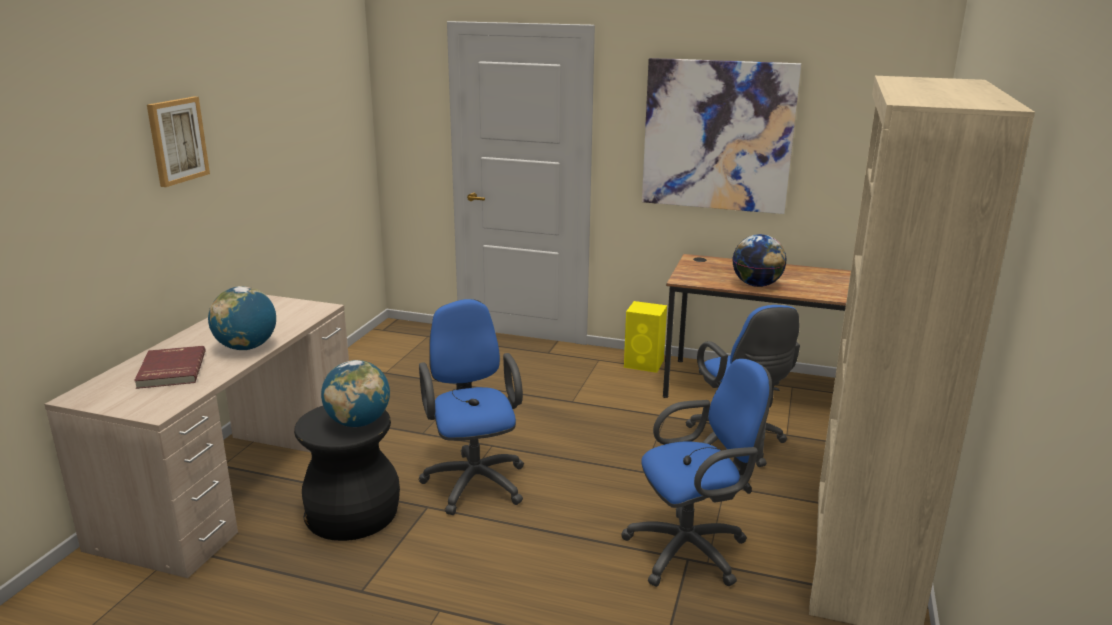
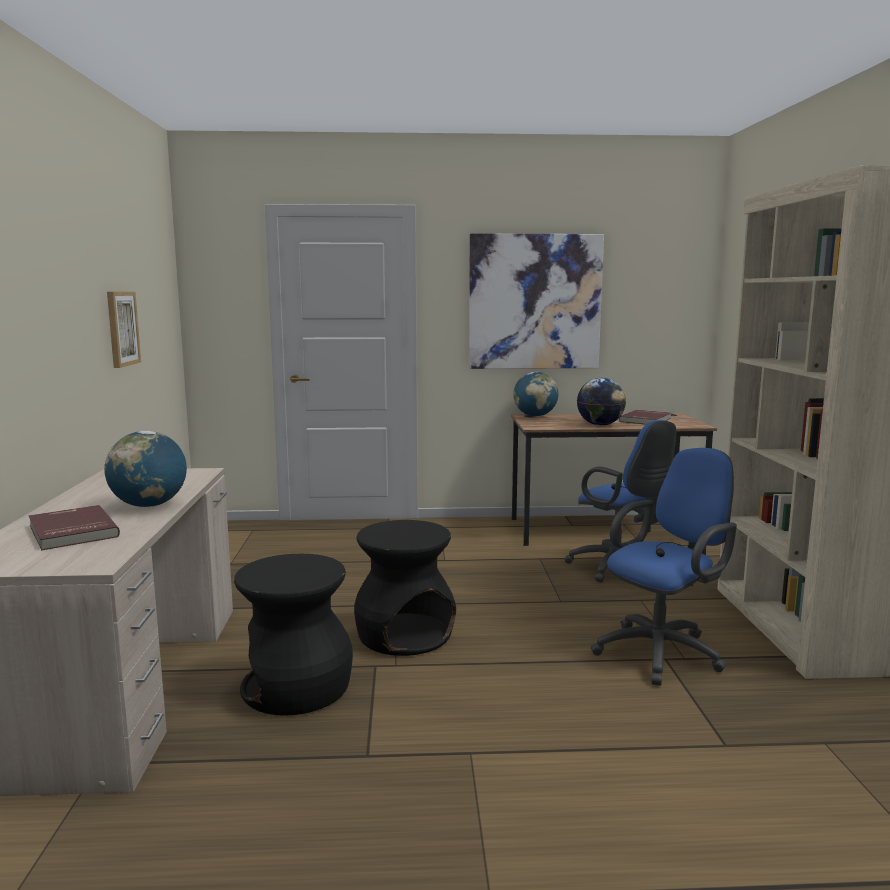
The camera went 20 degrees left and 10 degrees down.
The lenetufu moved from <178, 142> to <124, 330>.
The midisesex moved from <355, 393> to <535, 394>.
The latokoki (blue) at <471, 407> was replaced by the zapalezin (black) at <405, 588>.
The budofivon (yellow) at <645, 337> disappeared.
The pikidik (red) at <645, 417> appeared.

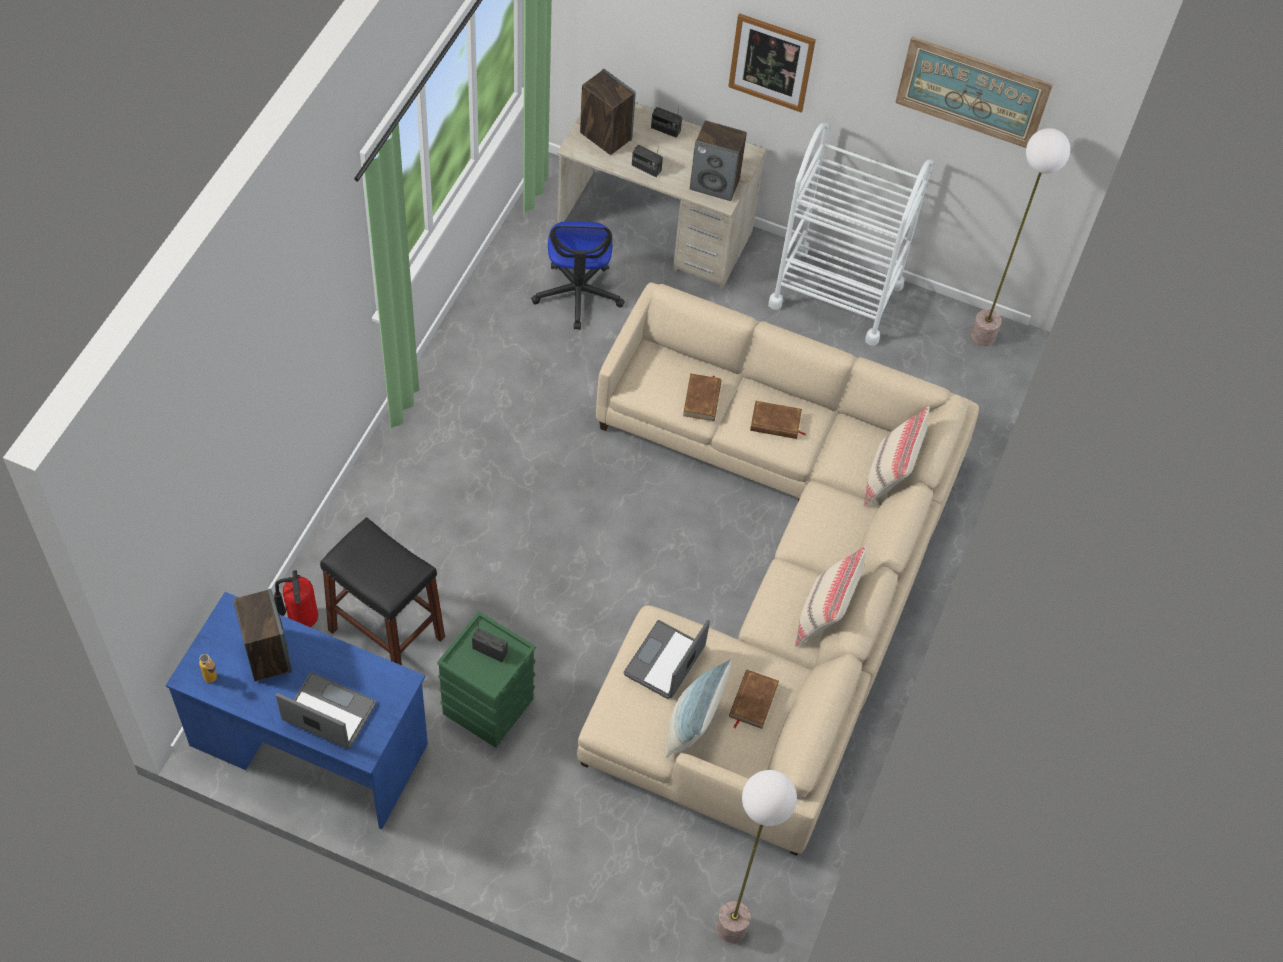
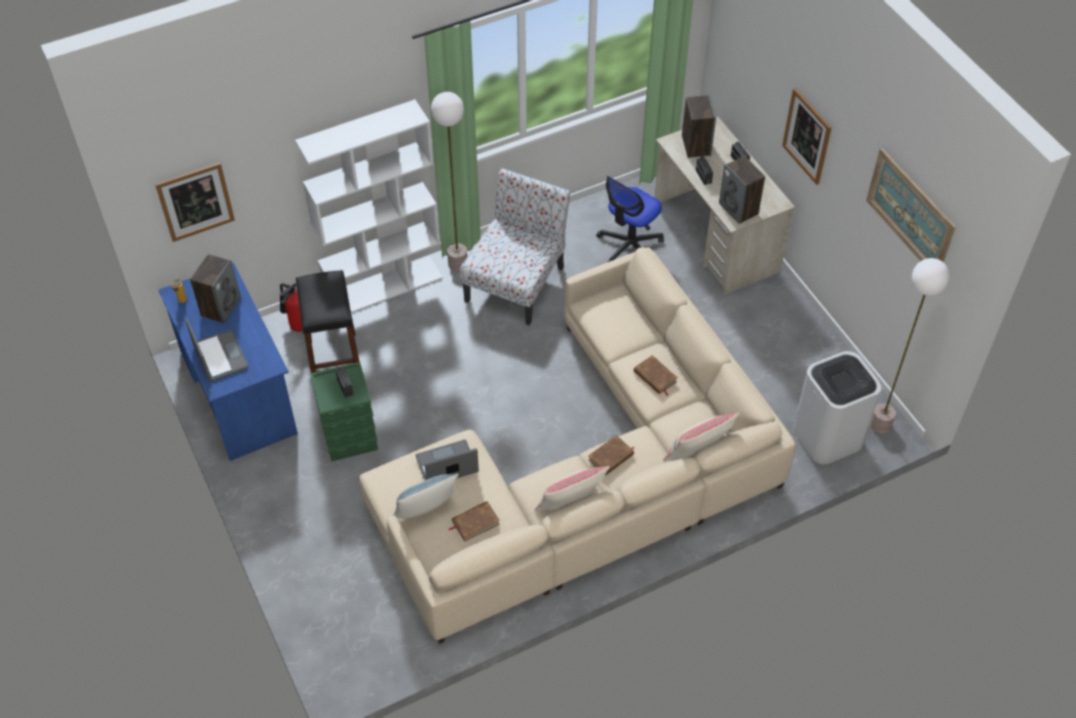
The camera went 45 degrees right and 5 degrees down.
The pikidik (brown) moved from <702, 397> to <611, 455>.
The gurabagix moved from <756, 856> to <449, 182>.
The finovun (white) at <851, 234> disappeared.
The lenetufu at <195, 202> appeared.
The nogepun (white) at <369, 206> appeared.
The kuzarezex at <515, 246> appeared.
The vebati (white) at <837, 407> appeared.

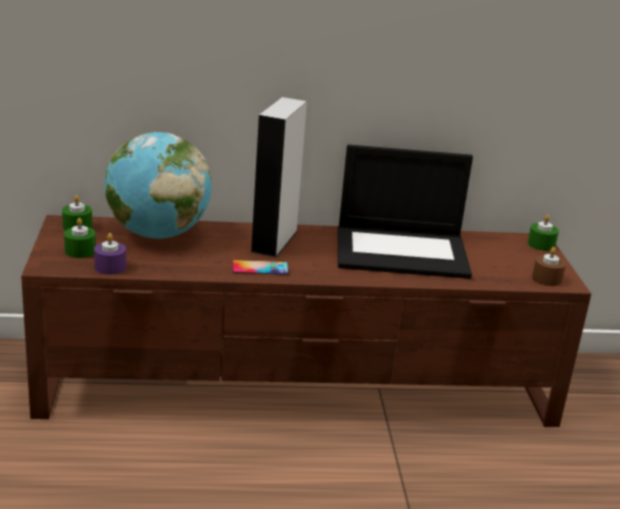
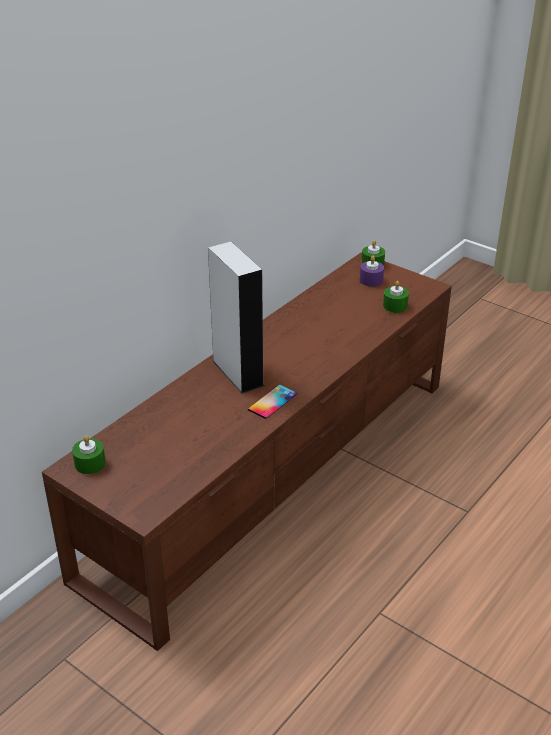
The camera went 45 degrees left and 10 degrees up.
The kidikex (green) moved from <80, 238> to <396, 297>.
The kidikex (purple) moved from <110, 253> to <372, 271>.
The midisesex at <158, 185> disappeared.
The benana at <405, 211> disappeared.
The kidikex (brown) at <549, 266> disappeared.

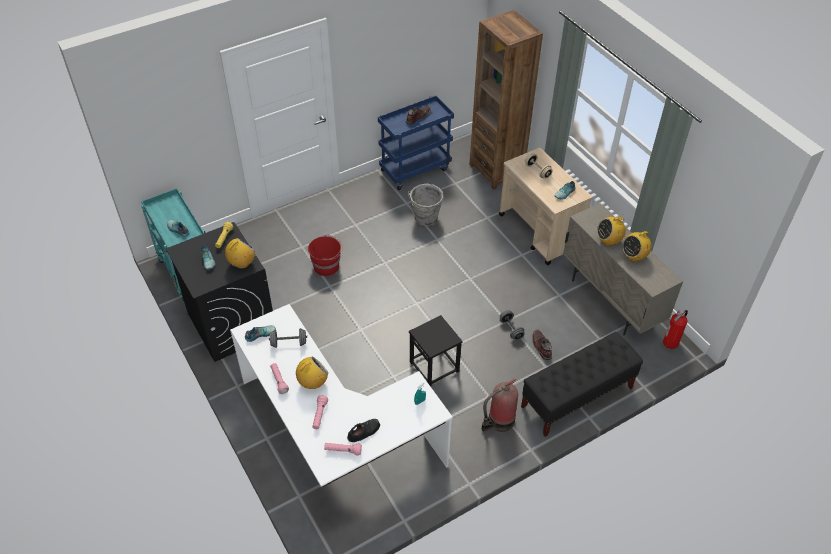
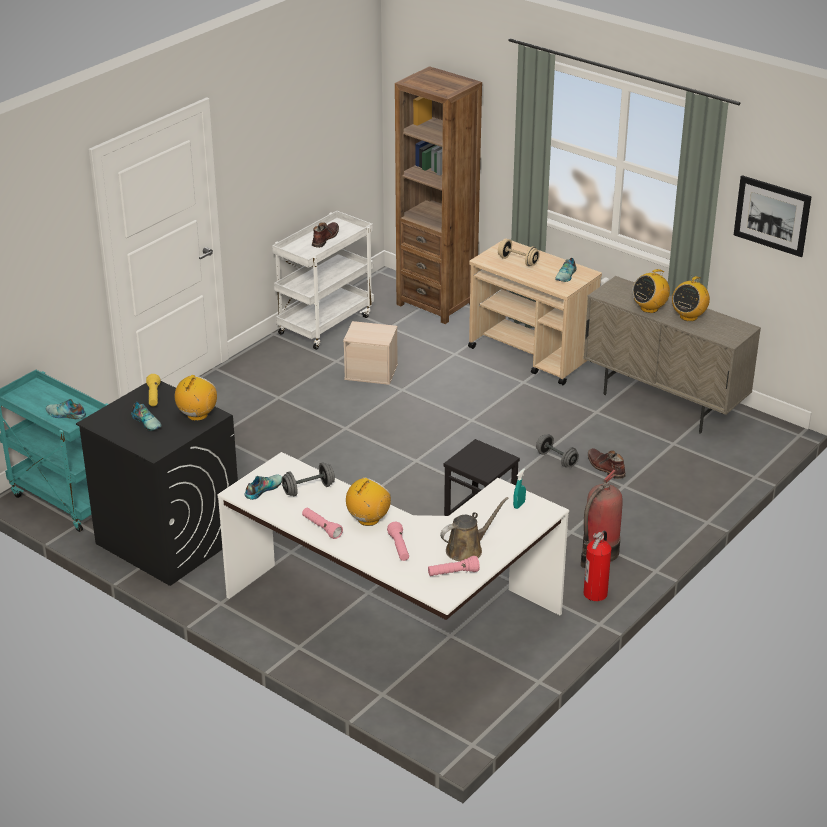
The camera went 20 degrees left and 15 degrees down.
The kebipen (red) at <325, 255> disappeared.
The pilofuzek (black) at <363, 430> was replaced by the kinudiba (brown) at <474, 529>.
The finovun (blue) at <416, 143> became the finovun (white) at <323, 280>.
The kebipen (grey) at <425, 205> was replaced by the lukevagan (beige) at <370, 353>.
The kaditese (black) at <582, 384> disappeared.
The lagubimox moved from <675, 329> to <597, 566>.
The lenetufu at <773, 216> appeared.

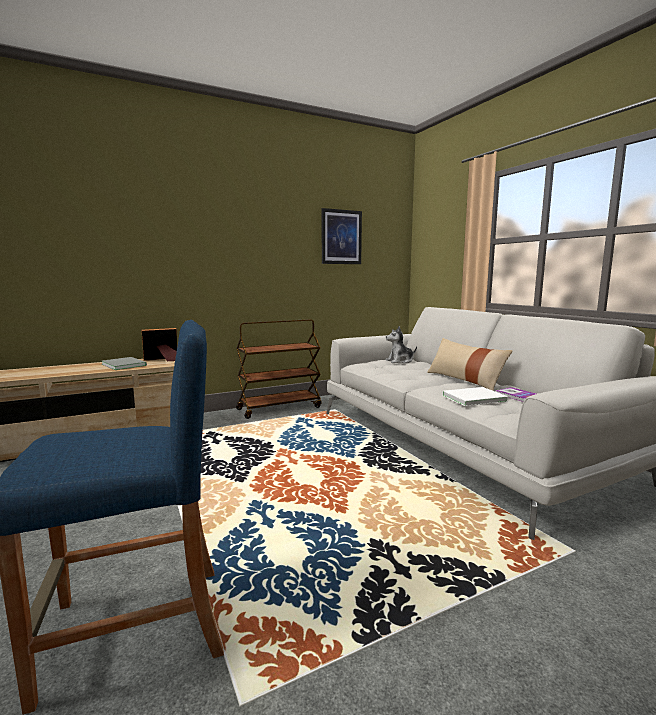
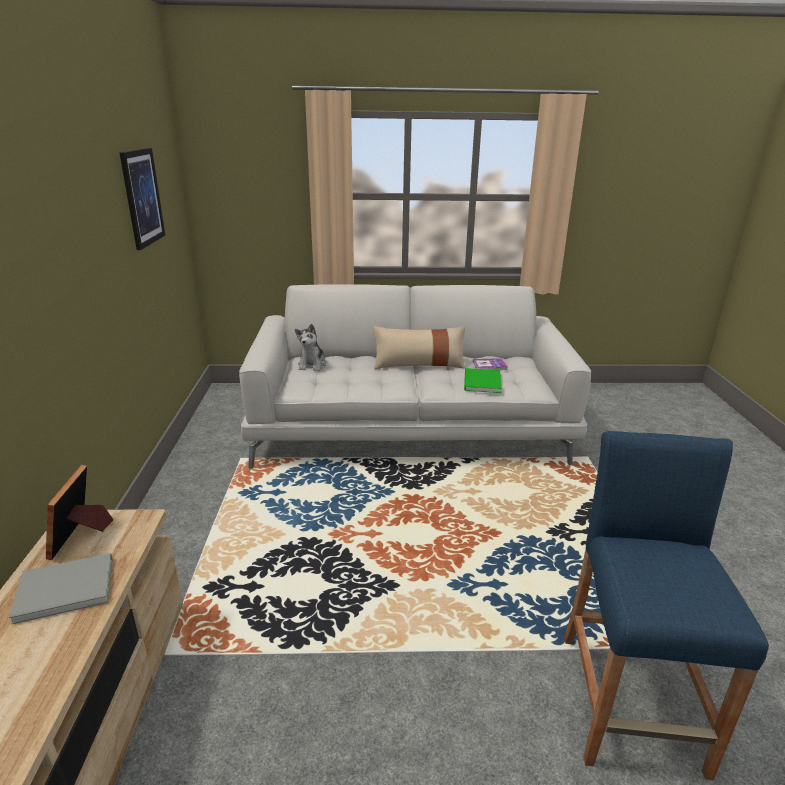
The camera went 65 degrees left and 15 degrees up.
The finovun (brown) at <279, 369> disappeared.
The pikidik (white) at <475, 396> became the pikidik (green) at <483, 380>.

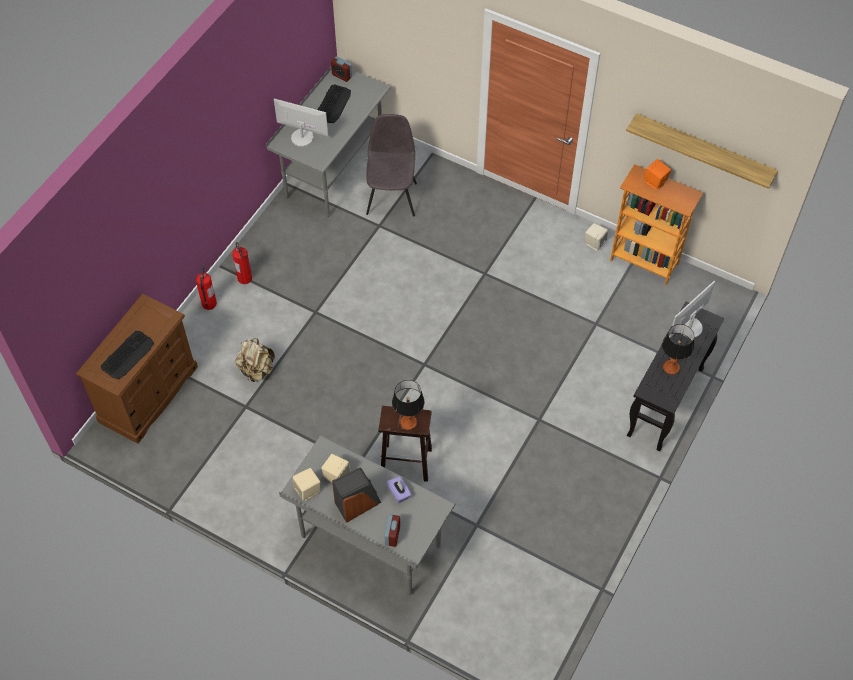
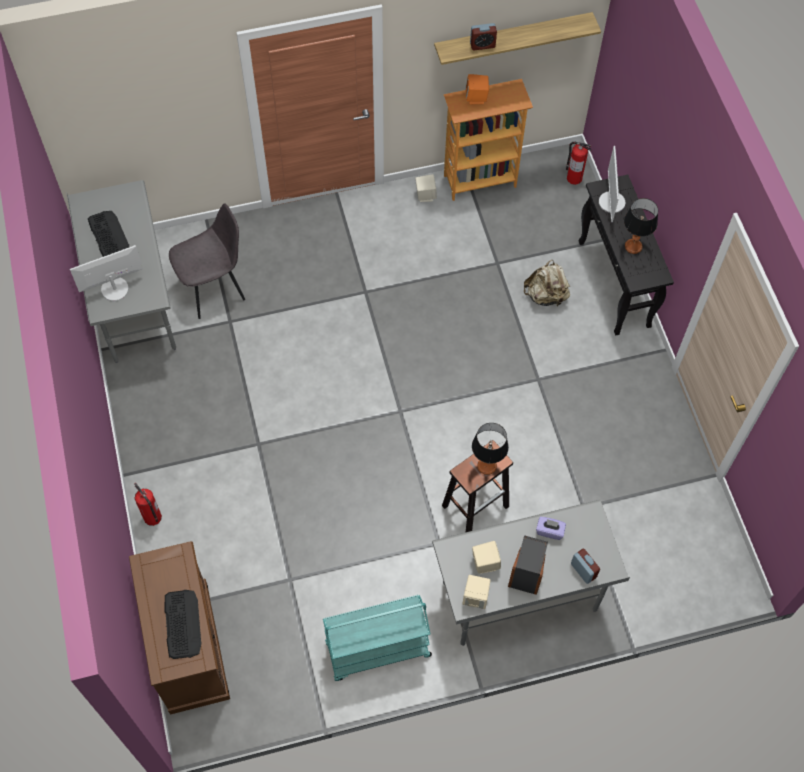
The camera went 45 degrees left and 5 degrees up.
The lagubimox moved from <242, 263> to <578, 163>.
The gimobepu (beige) moved from <255, 360> to <547, 283>.
The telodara moved from <341, 69> to <483, 36>.
The kuzarezex (grey) at <391, 165> turned 105 degrees clockwise.
The finovun (turquoise) at <377, 638> appeared.

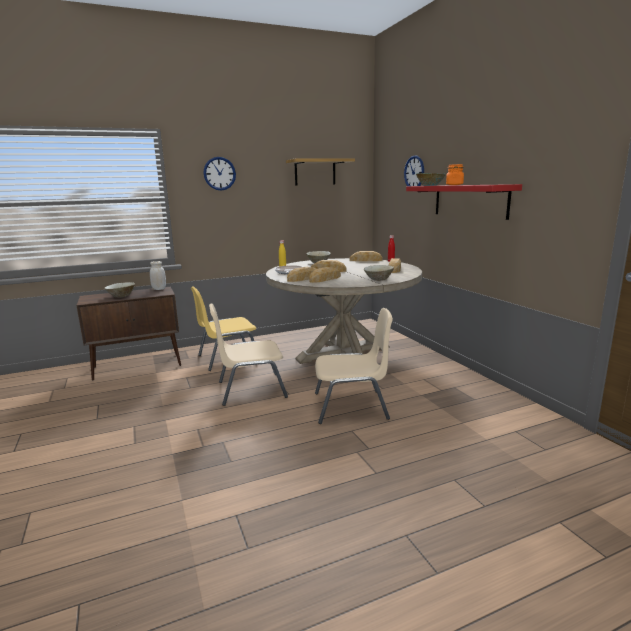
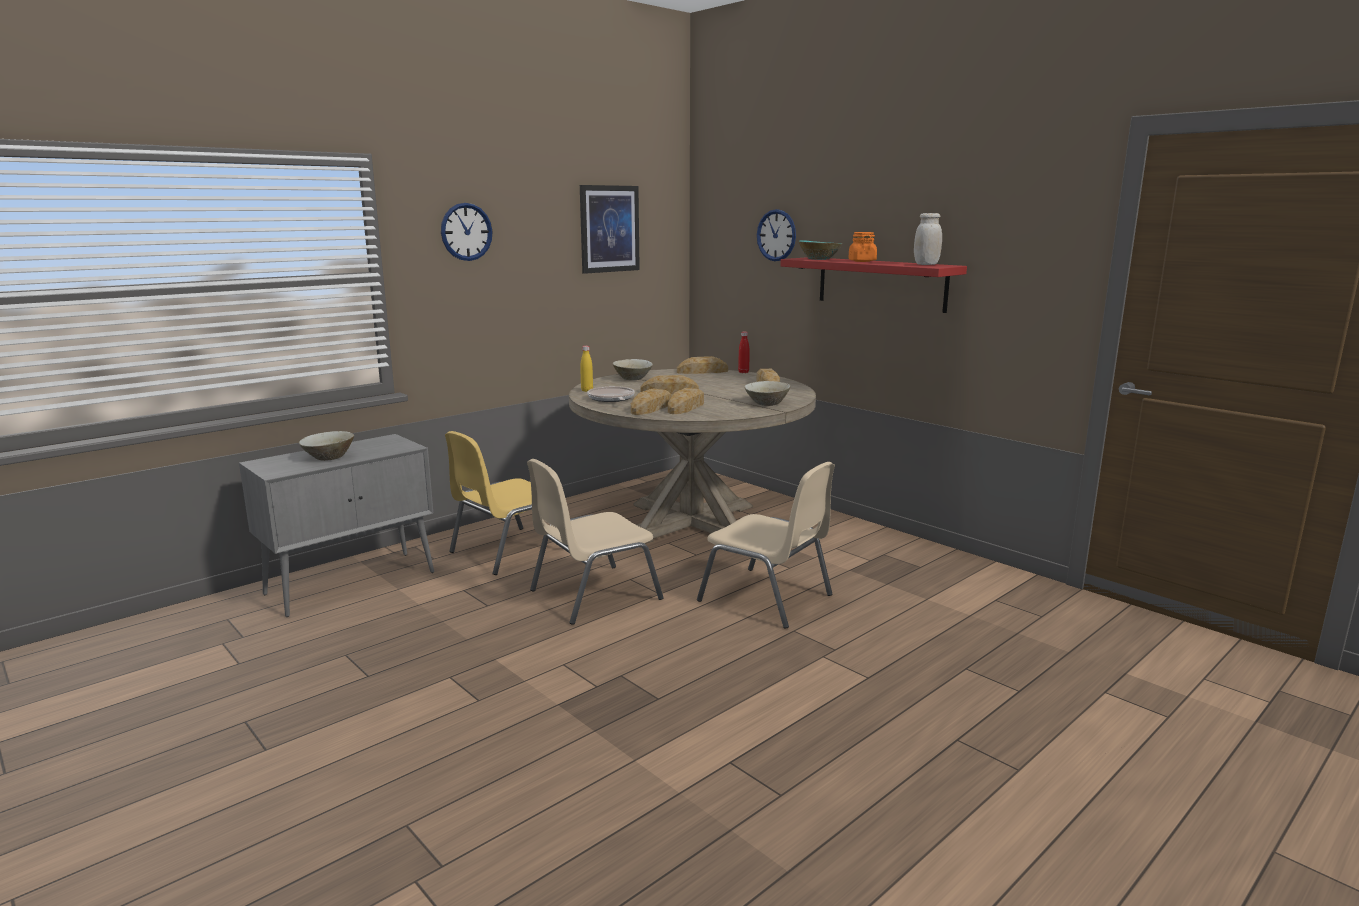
The camera went 20 degrees left and 0 degrees up.
The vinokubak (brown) at <128, 334> became the vinokubak (grey) at <336, 525>.
The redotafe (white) moved from <158, 275> to <928, 239>.
The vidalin at <320, 172> was replaced by the lenetufu at <610, 229>.
The kuzarezex (beige) at <354, 366> turned 60 degrees clockwise.

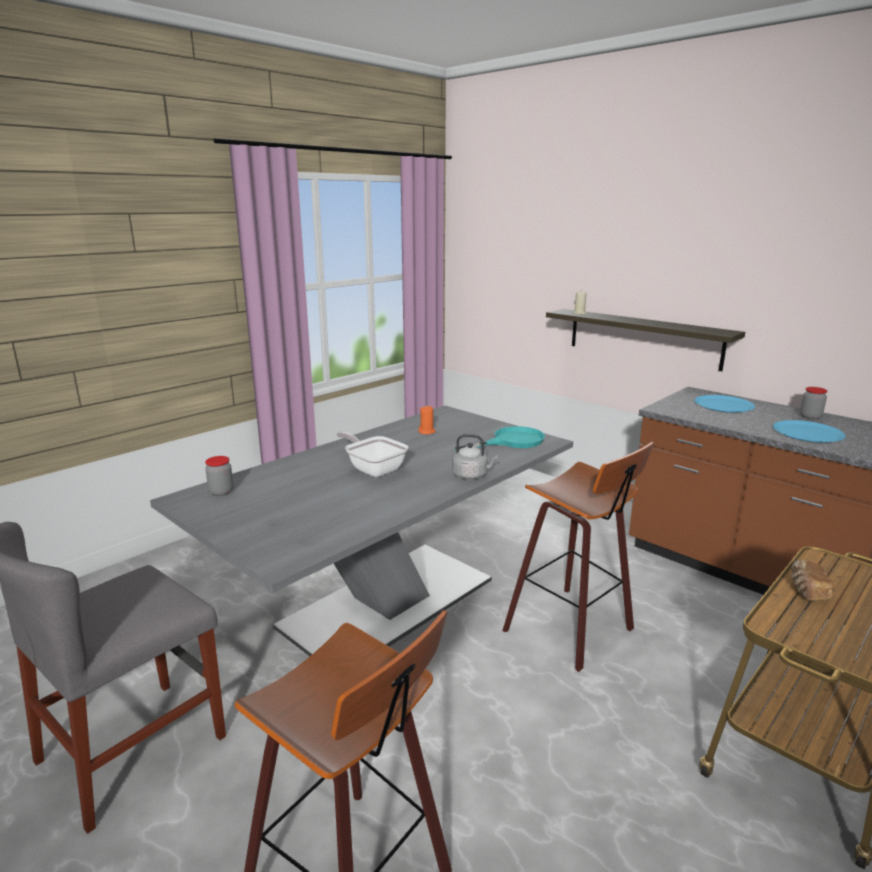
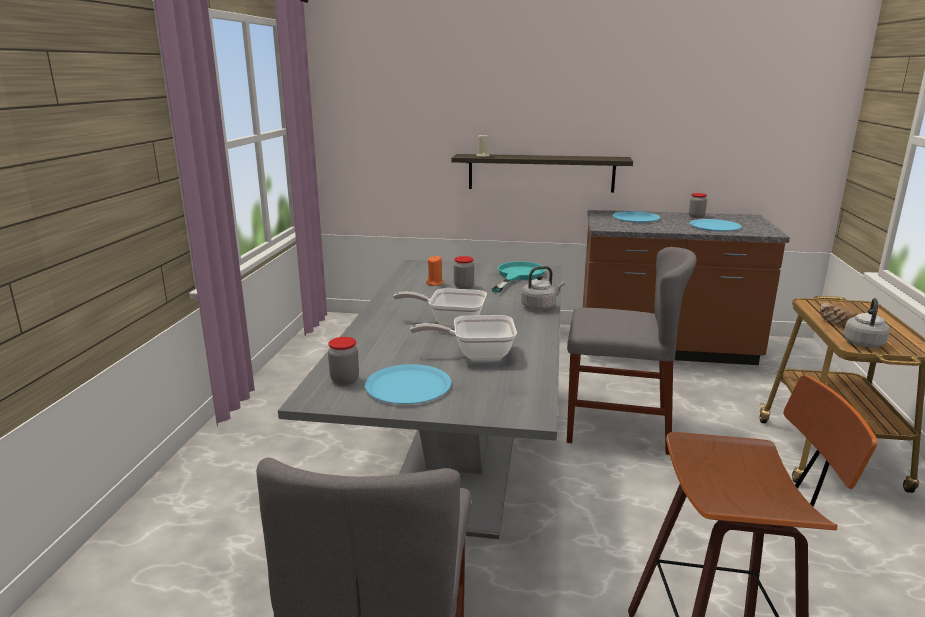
The camera went 35 degrees left and 0 degrees up.
The zapalezin at <578, 557> was replaced by the kuzarezex (grey) at <632, 351>.
The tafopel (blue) at <408, 384> appeared.
The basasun at <463, 337> appeared.
The redotafe at <464, 272> appeared.
The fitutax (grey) at <867, 323> appeared.

